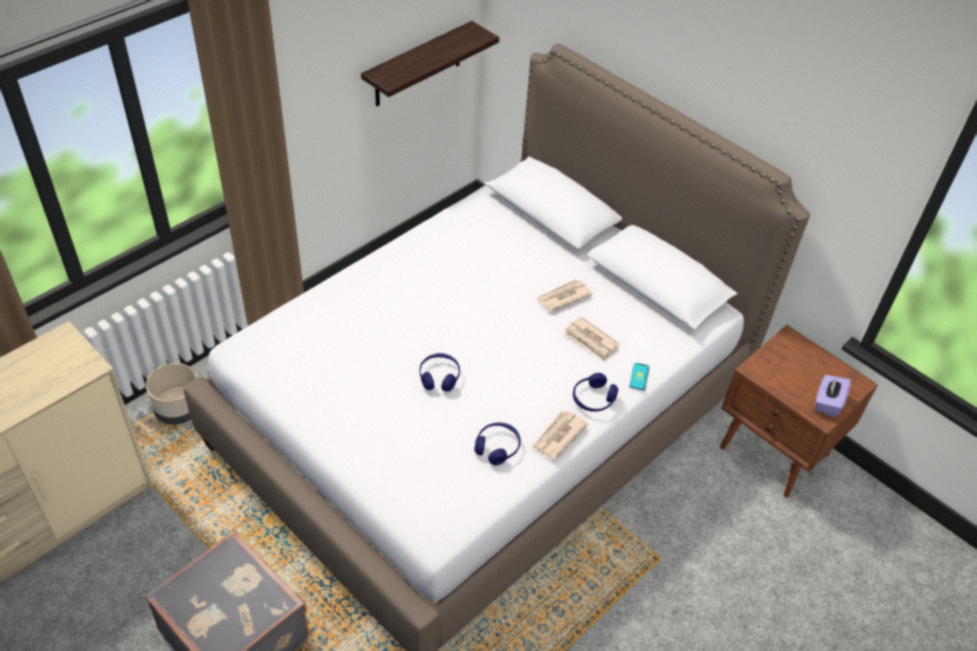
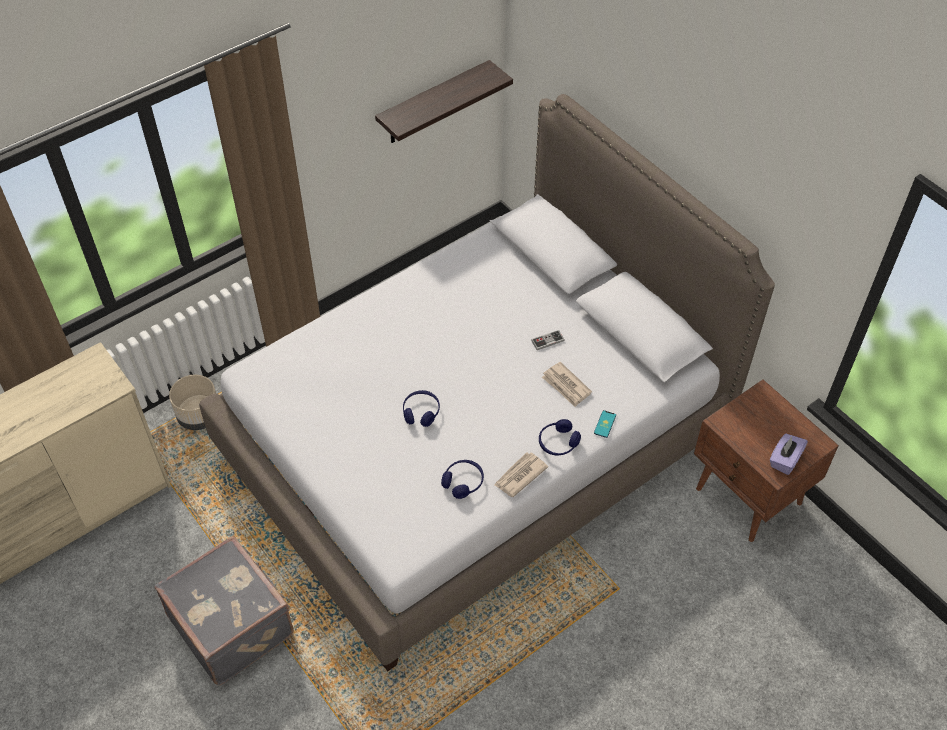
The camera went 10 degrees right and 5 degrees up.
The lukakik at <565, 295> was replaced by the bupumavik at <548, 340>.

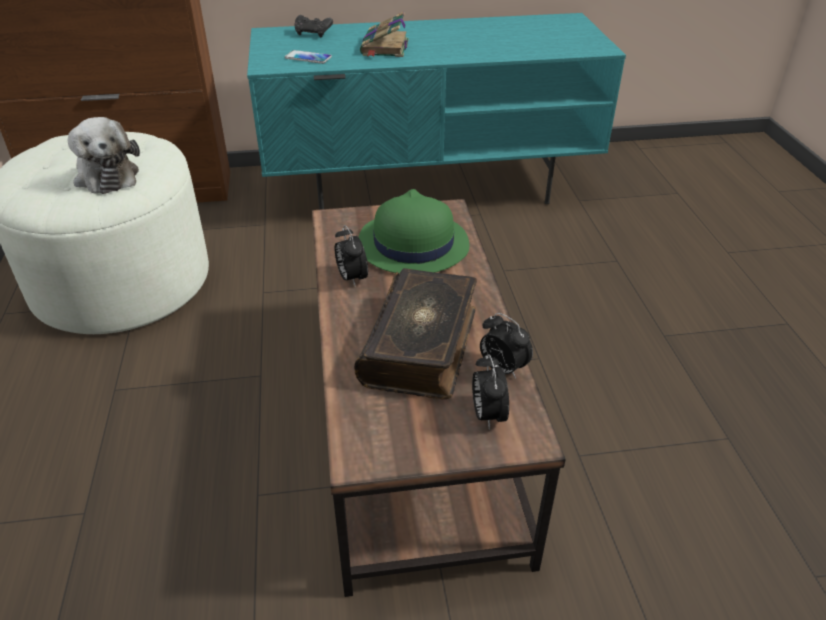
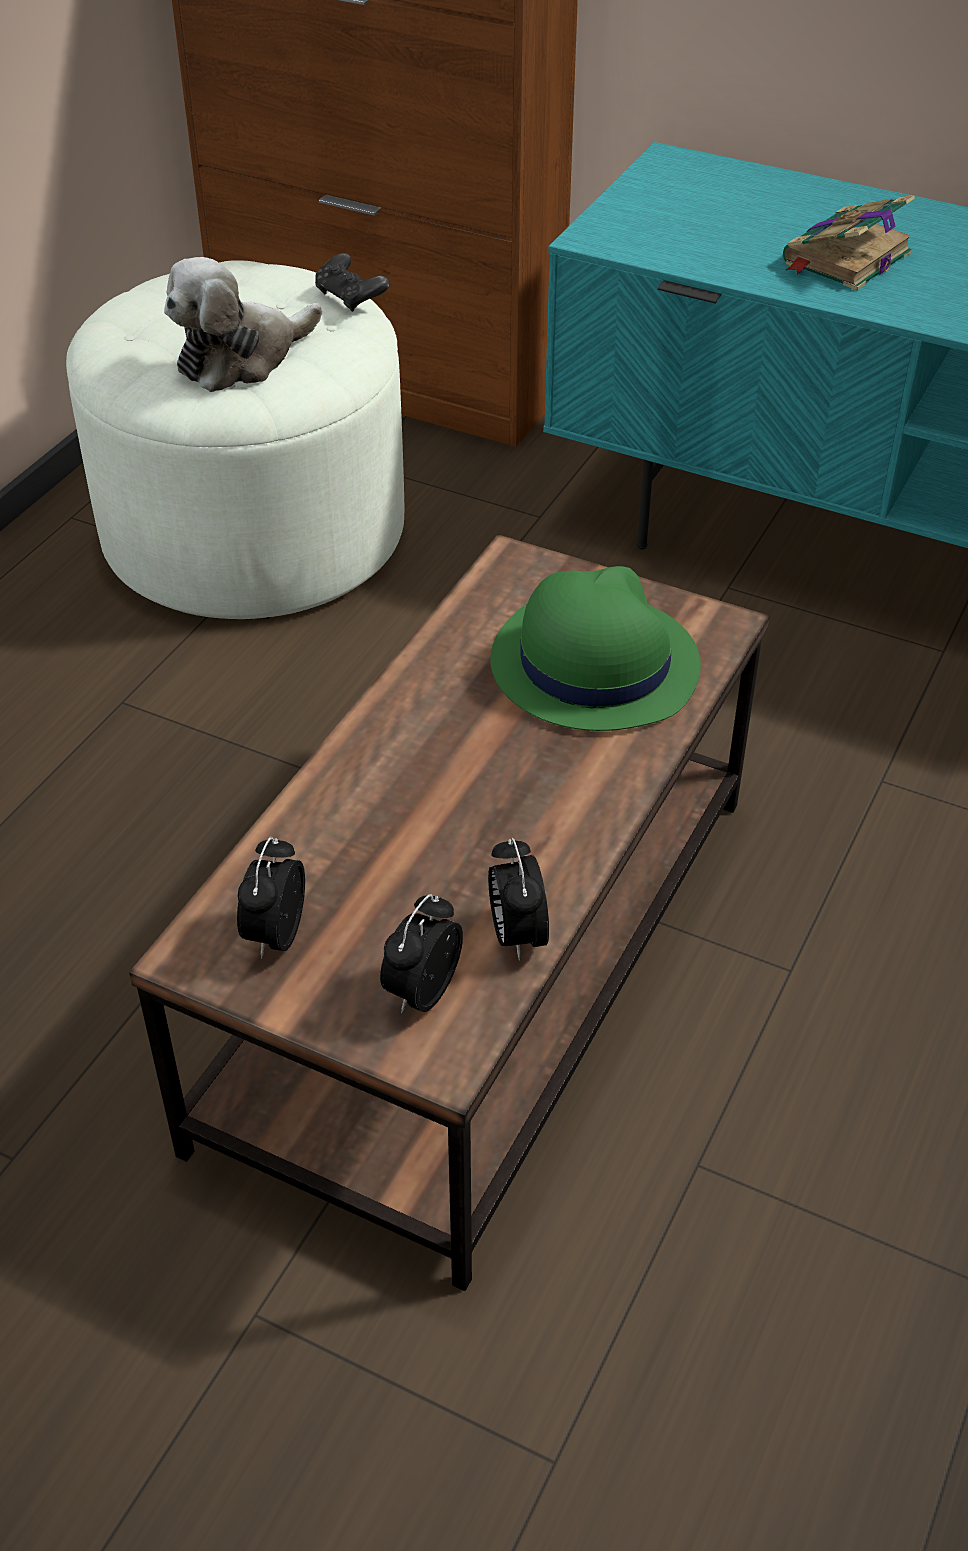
The camera went 35 degrees right and 5 degrees up.
The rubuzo at <104, 155> turned 45 degrees clockwise.
The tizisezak at <308, 57> disappeared.
The bupumavik (black) moved from <313, 26> to <352, 282>.
The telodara moved from <351, 255> to <271, 898>.
The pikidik at <415, 333> disappeared.

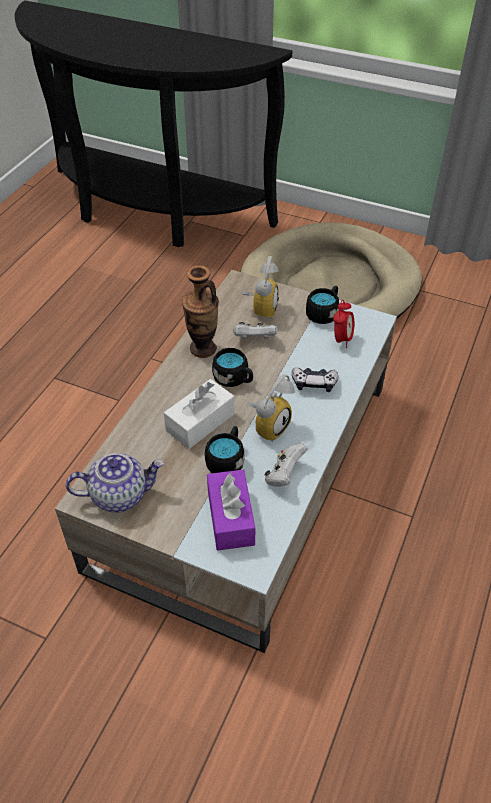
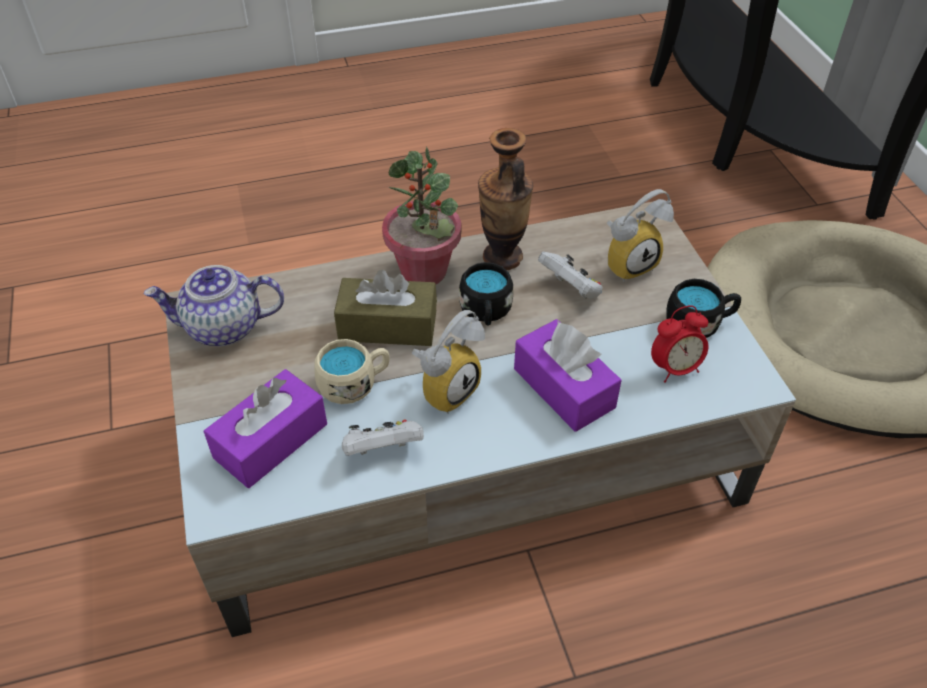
The camera went 50 degrees right and 0 degrees up.
The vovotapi at <115, 482> turned 135 degrees clockwise.
The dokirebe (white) at <199, 414> became the dokirebe (brown) at <385, 308>.
The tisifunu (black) at <225, 449> became the tisifunu (beige) at <352, 371>.
The telodara at <271, 408> turned 45 degrees counterclockwise.
The bupumavik at <315, 379> was replaced by the dokirebe (purple) at <567, 375>.
The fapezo at <421, 215> appeared.

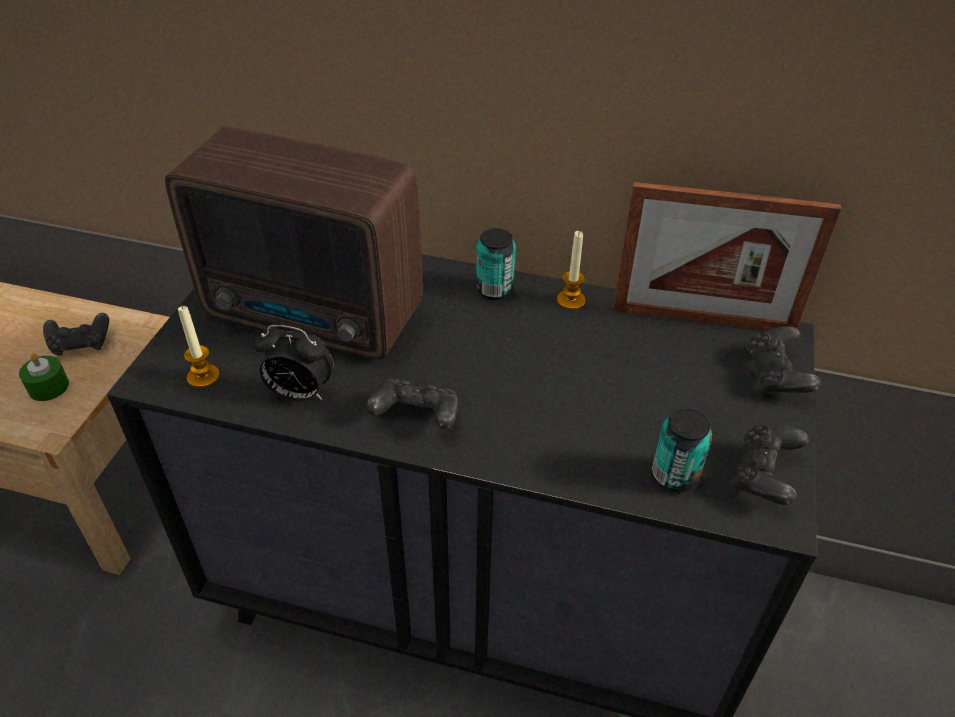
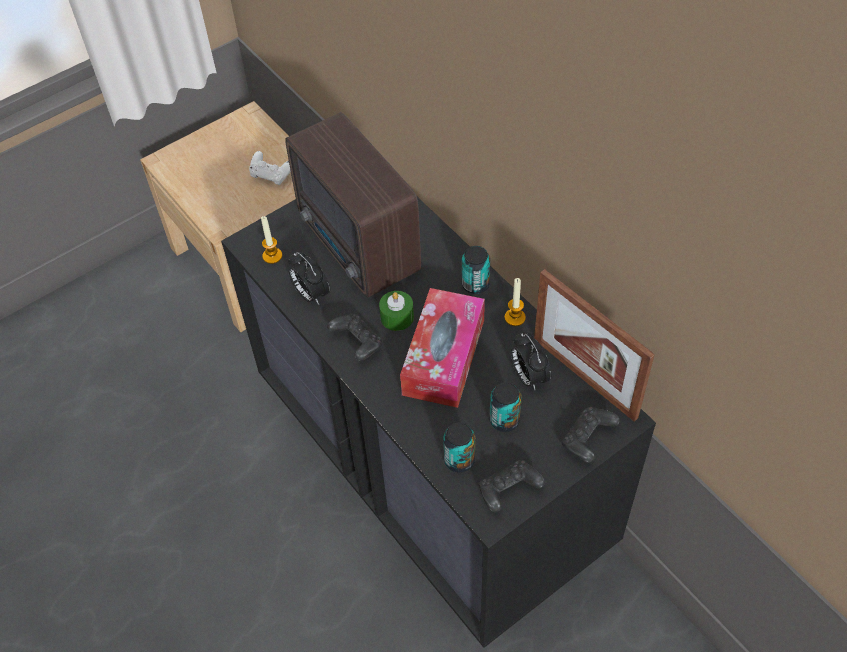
The camera went 40 degrees right and 10 degrees up.
The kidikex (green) moved from <44, 377> to <396, 311>.
The bupumavik (black) at <76, 334> became the bupumavik (white) at <270, 168>.
The dokirebe at <442, 348> appeared.
The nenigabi at <505, 407> appeared.
The telodara at <531, 361> appeared.

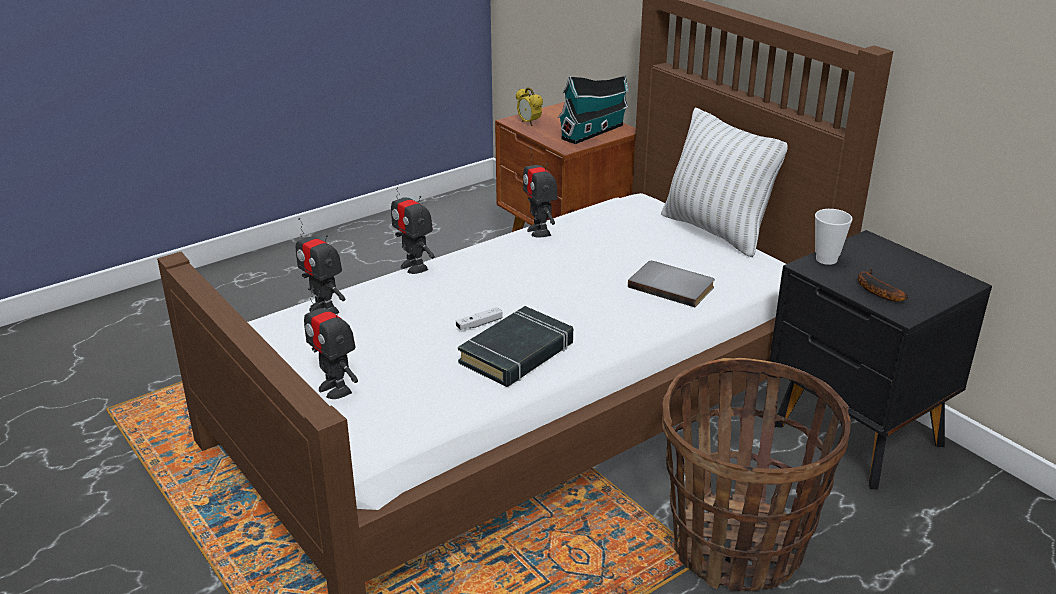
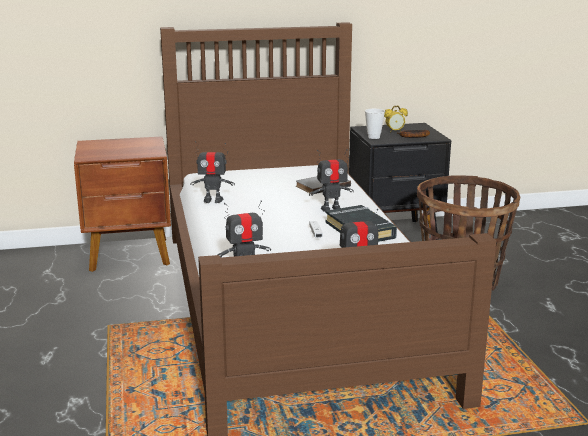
The camera went 65 degrees left and 10 degrees down.
The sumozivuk moved from <413, 227> to <331, 180>.
The telodara moved from <529, 106> to <396, 119>.
The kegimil at <593, 109> disappeared.
The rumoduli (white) at <724, 182> disappeared.

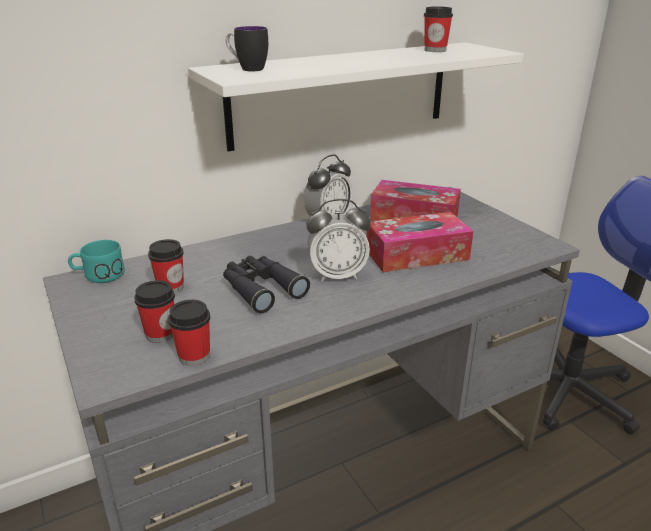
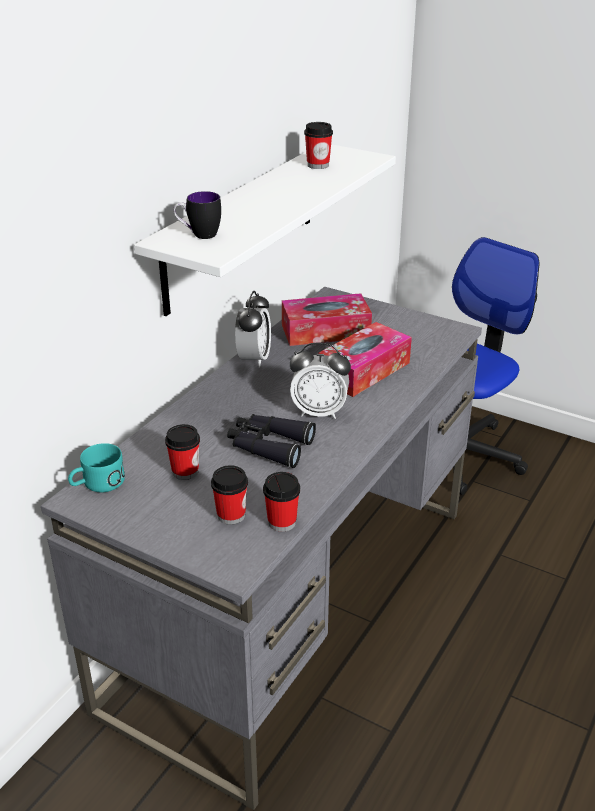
The camera went 30 degrees left and 5 degrees up.
The telodara at <338, 240> turned 45 degrees clockwise.

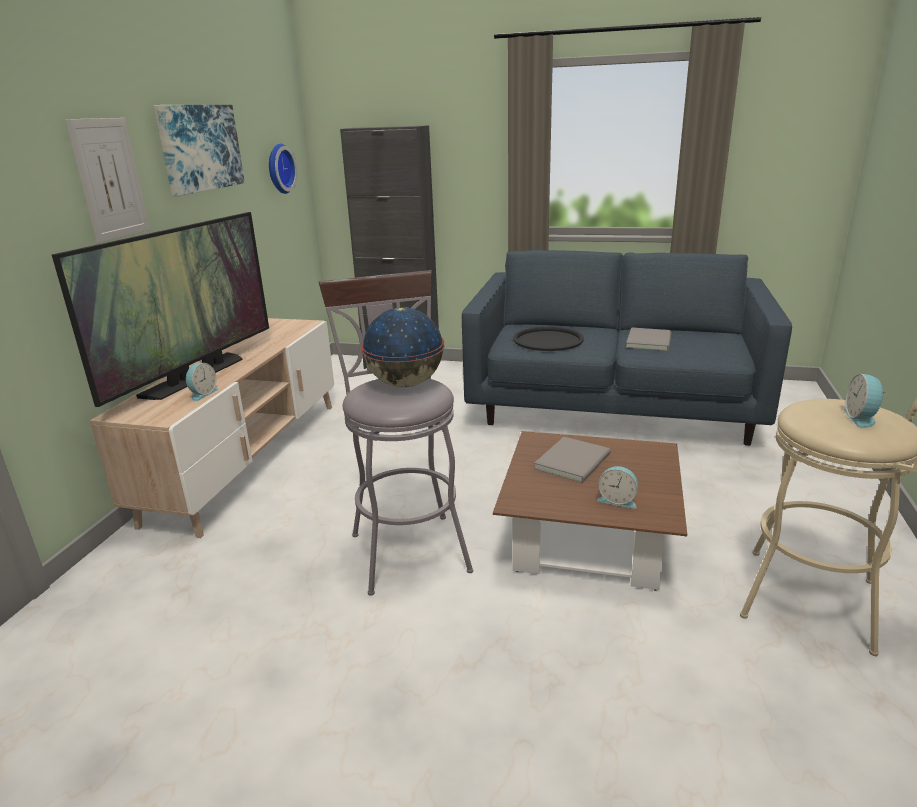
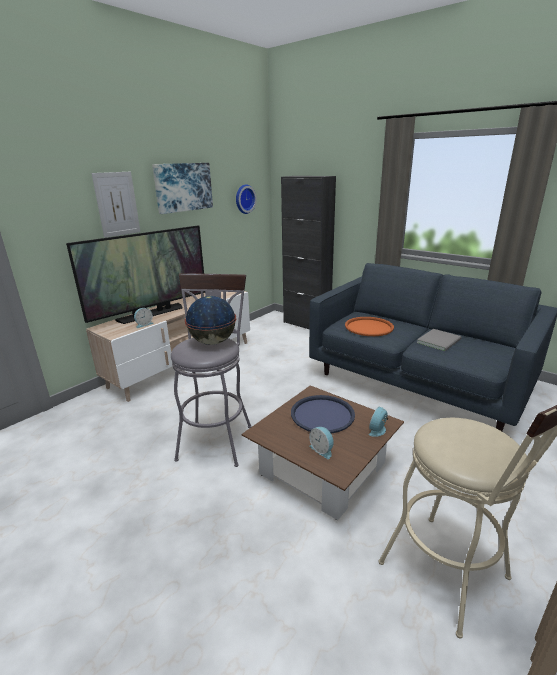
The camera went 25 degrees right and 0 degrees up.
The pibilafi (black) at <548, 339> became the pibilafi (orange) at <369, 326>.
The pikidik (grey) at <572, 460> was replaced by the pibilafi (blue) at <323, 414>.
The telodara moved from <865, 401> to <378, 422>.

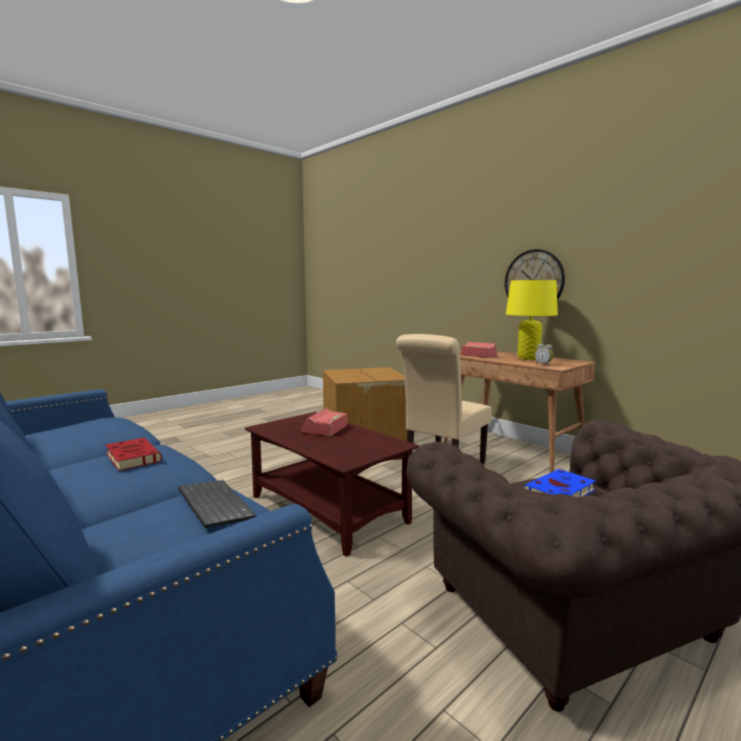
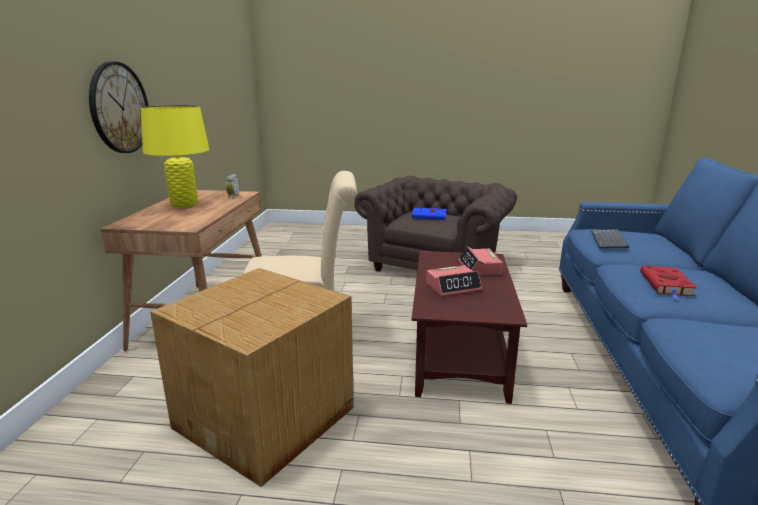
The camera went 130 degrees left and 10 degrees up.
The telodara moved from <479, 350> to <480, 261>.

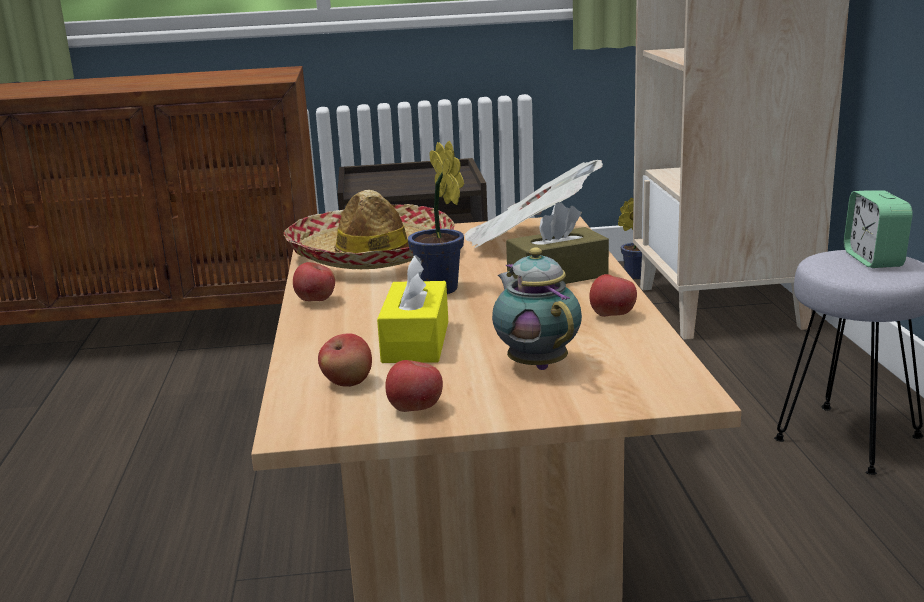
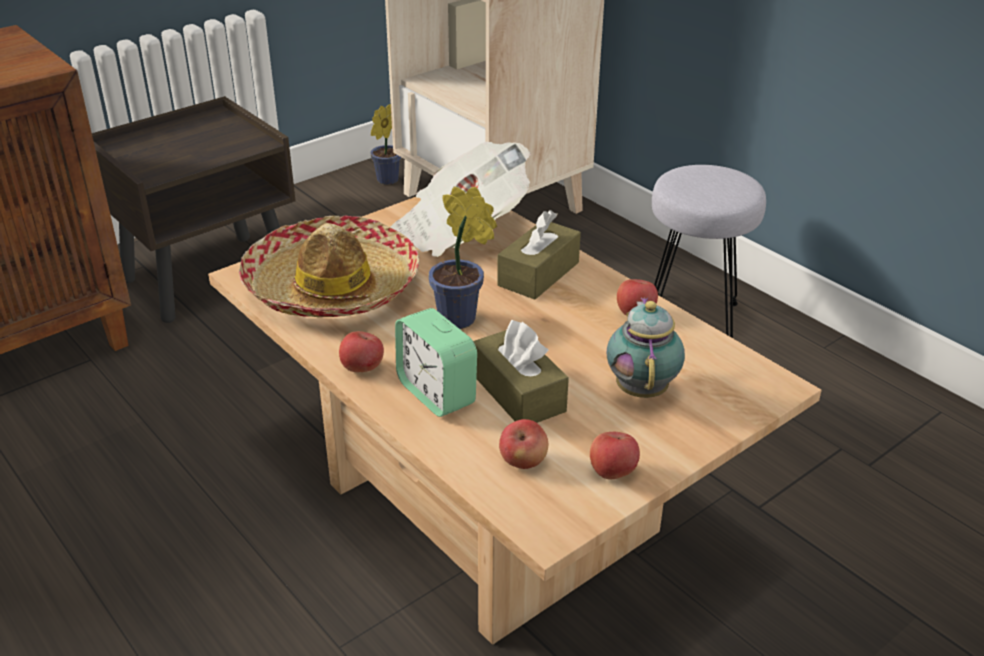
The camera went 35 degrees left and 15 degrees up.
The dokirebe (yellow) at <412, 309> became the dokirebe (brown) at <521, 371>.
The vovotapi at <537, 308> turned 60 degrees clockwise.
The telodara moved from <878, 229> to <436, 362>.

